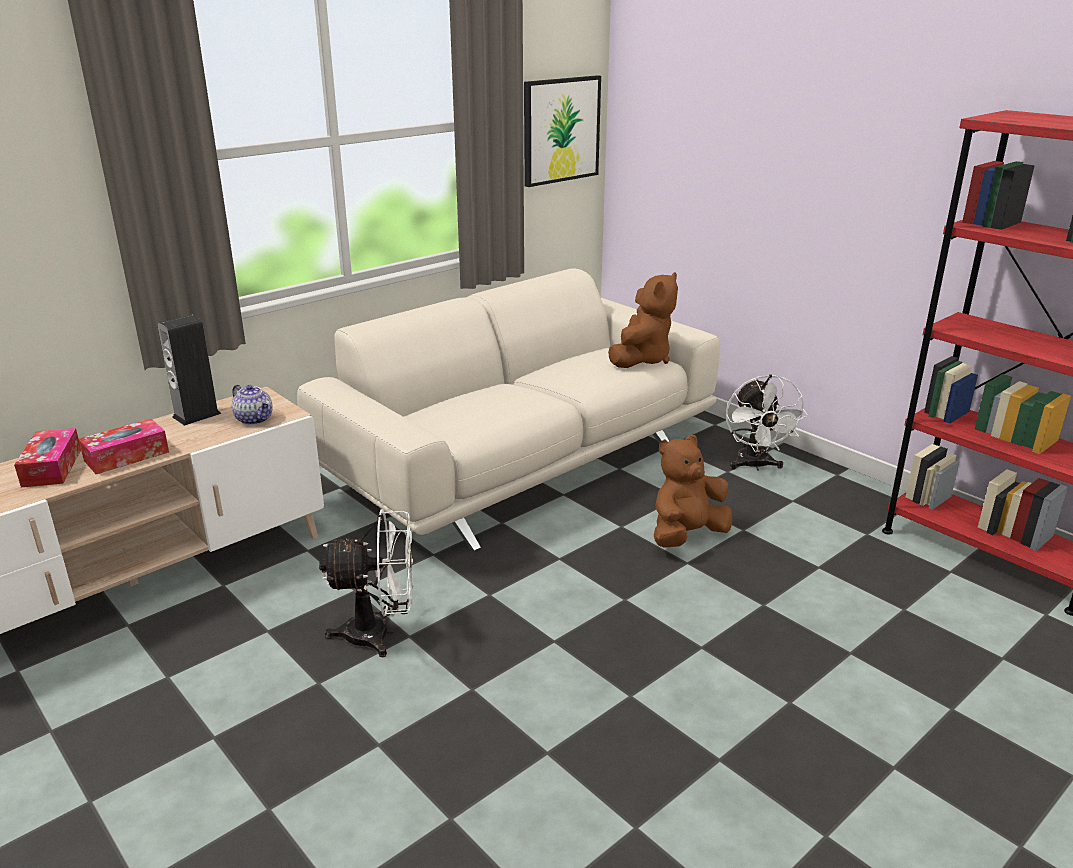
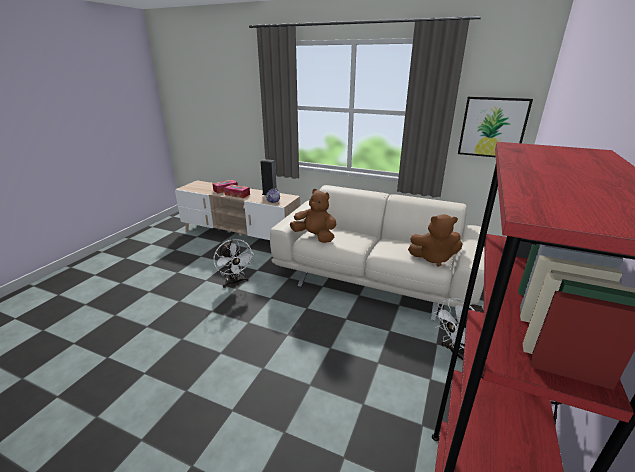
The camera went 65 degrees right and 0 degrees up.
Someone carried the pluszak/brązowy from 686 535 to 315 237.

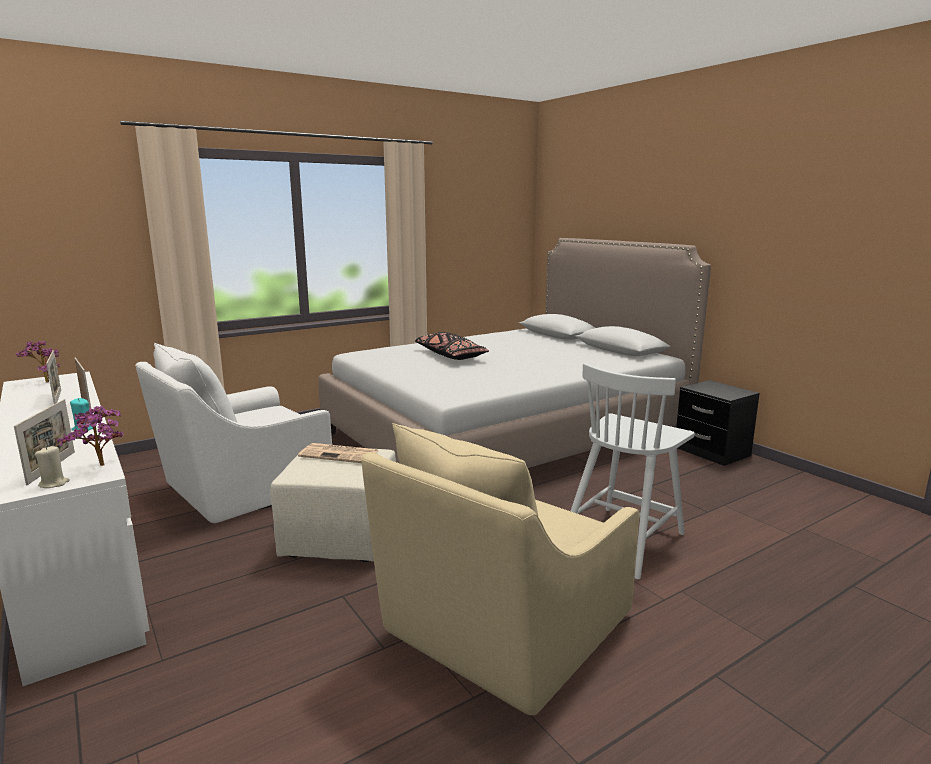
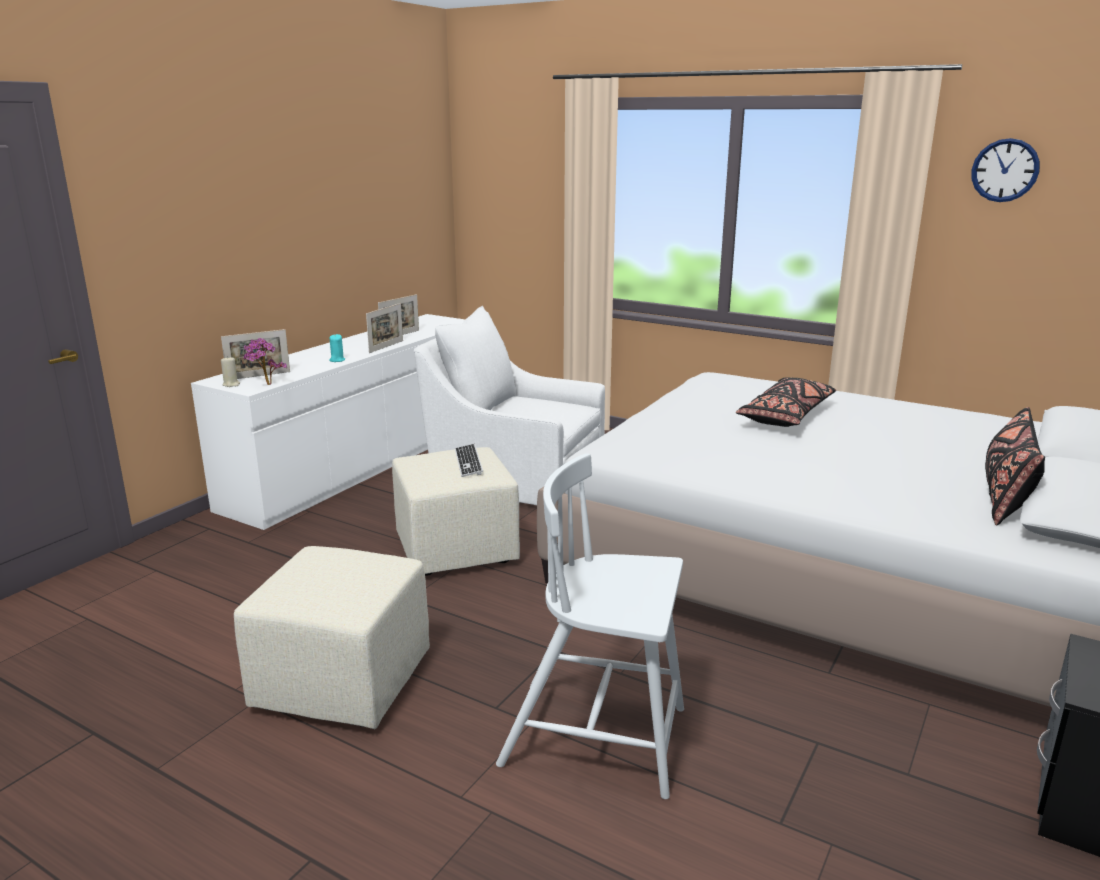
The camera went 65 degrees right and 5 degrees up.
Someone took away the roślina doniczkowa at 44 382.
Someone swapped the gazeta at 340 454 for the klawiatura at 468 462.
Someone swapped the fotel/beżowy at 501 629 for the pufa/beżowy at 343 681.
Someone put up the zegar ścienny at 1005 170.
Someone put down the poduszka/czarny at 1005 495.

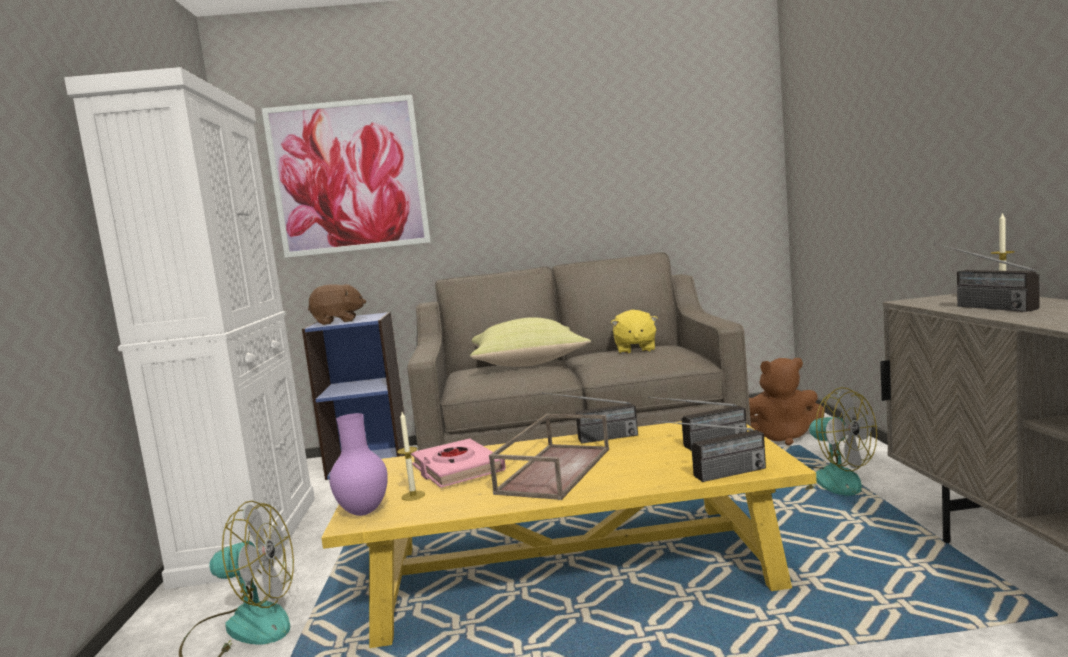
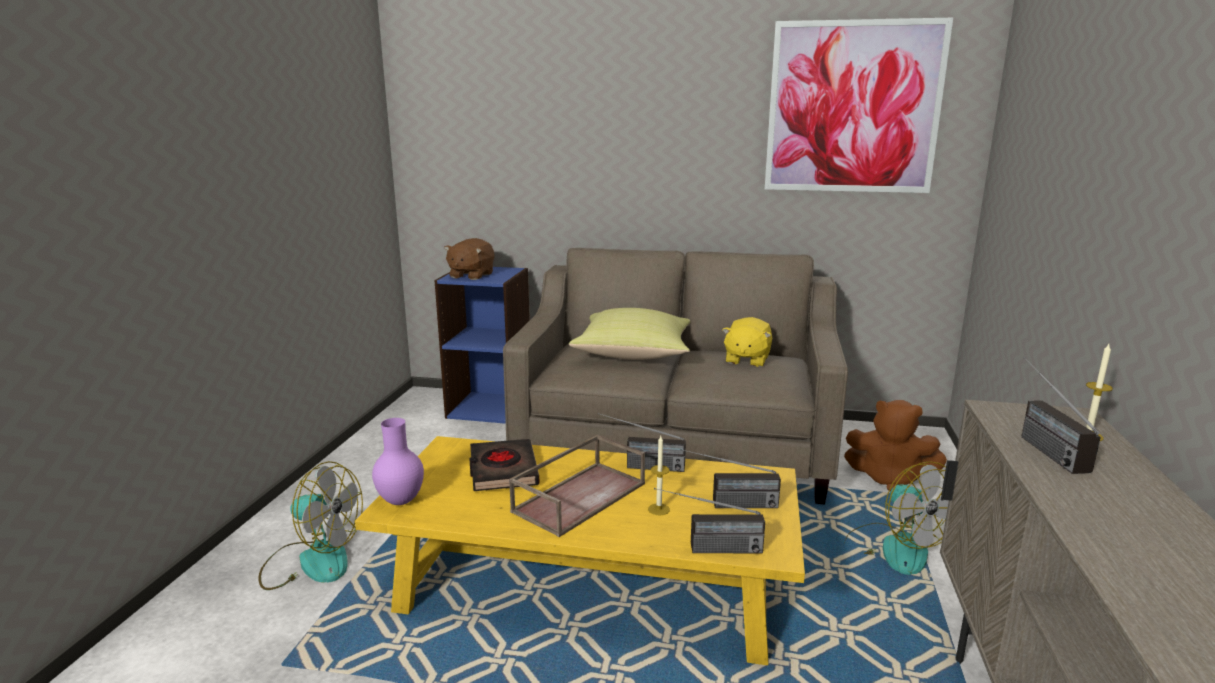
The camera went 15 degrees right and 10 degrees up.
Someone took away the szafka/biały at 250 537.
Someone carried the obraz from 348 177 to 853 108.
Someone rotated the pluszak/brązowy at 338 322 by 105 degrees clockwise.
Someone carried the świeca from 413 496 to 658 509.
Someone repainted the książka/różowy at 457 469, which became the książka/czarny at 503 470.

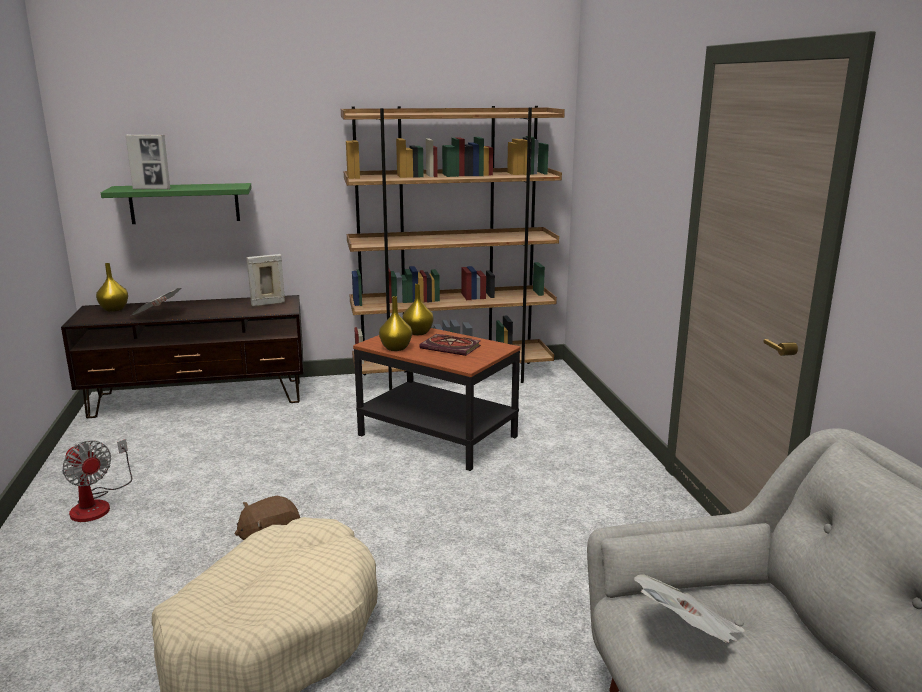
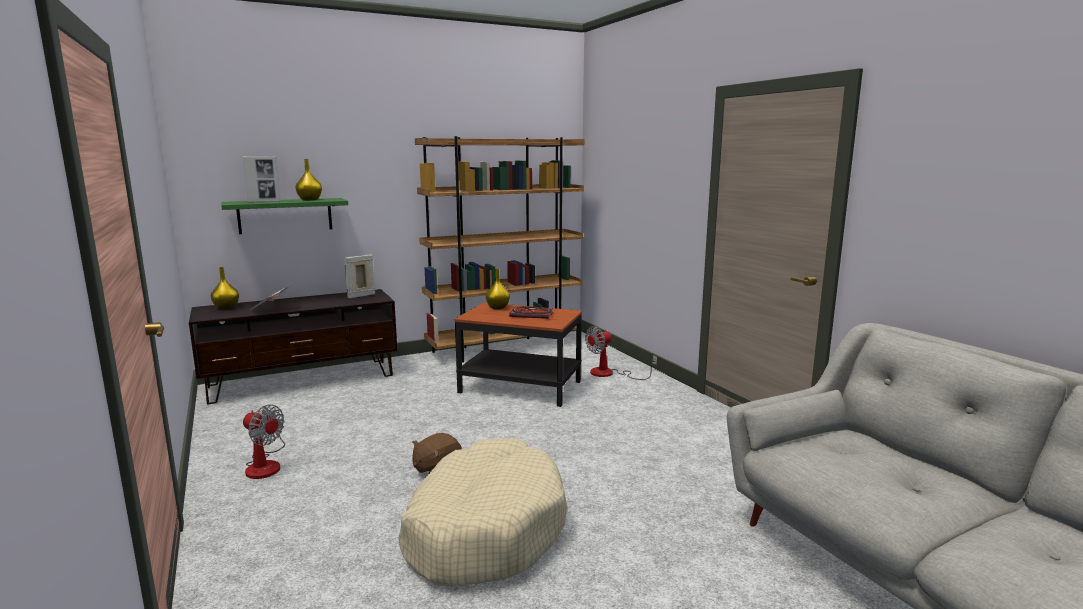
The camera went 15 degrees left and 5 degrees down.
Someone carried the wazon/żółty from 396 348 to 310 200.
Someone took away the gazeta at 688 633.
Someone put down the wentylator at 610 374.

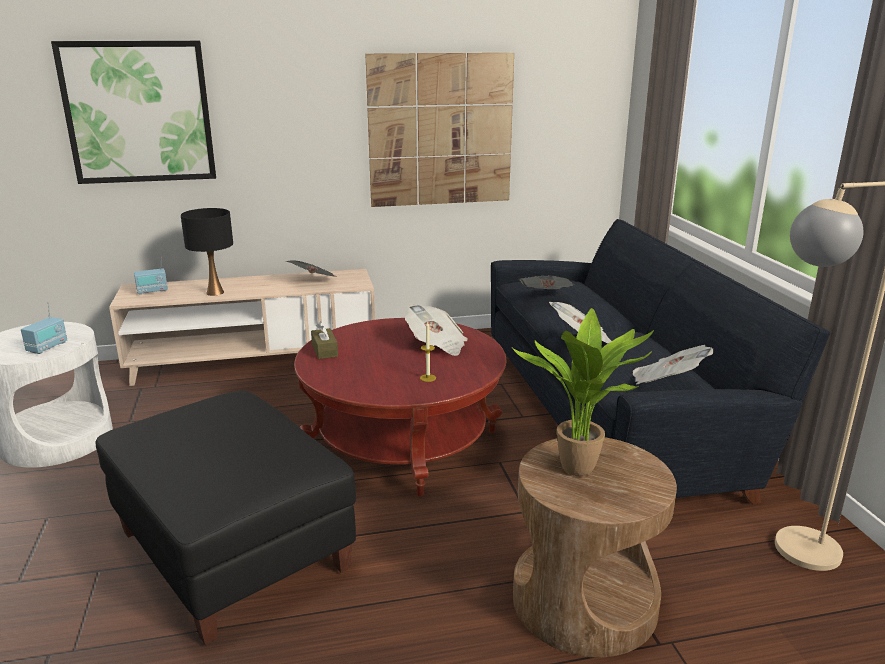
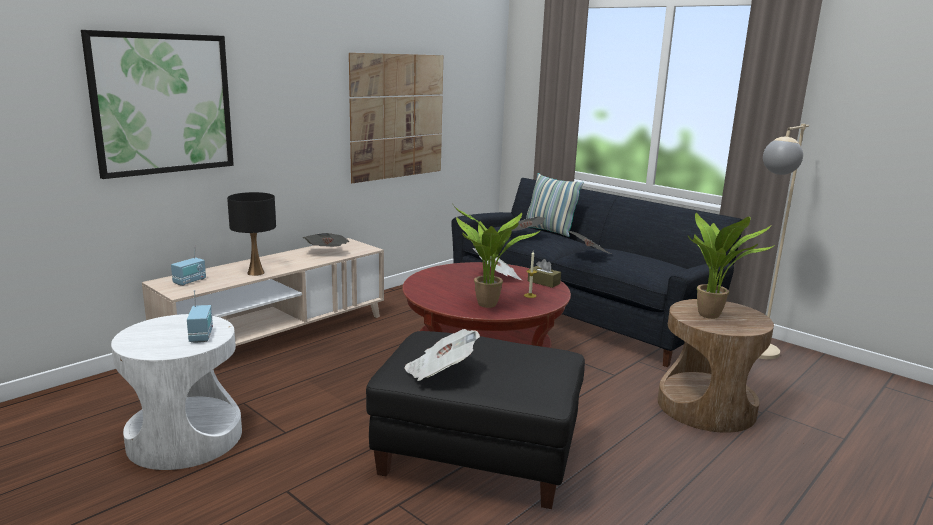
The camera went 35 degrees left and 5 degrees down.
Someone carried the pudełko chusteczek/brązowy from 324 350 to 543 282.
Someone carried the gazeta from 666 382 to 440 372.
Someone put down the roślina doniczkowa at 487 306.
Someone put down the poduszka at 549 231.

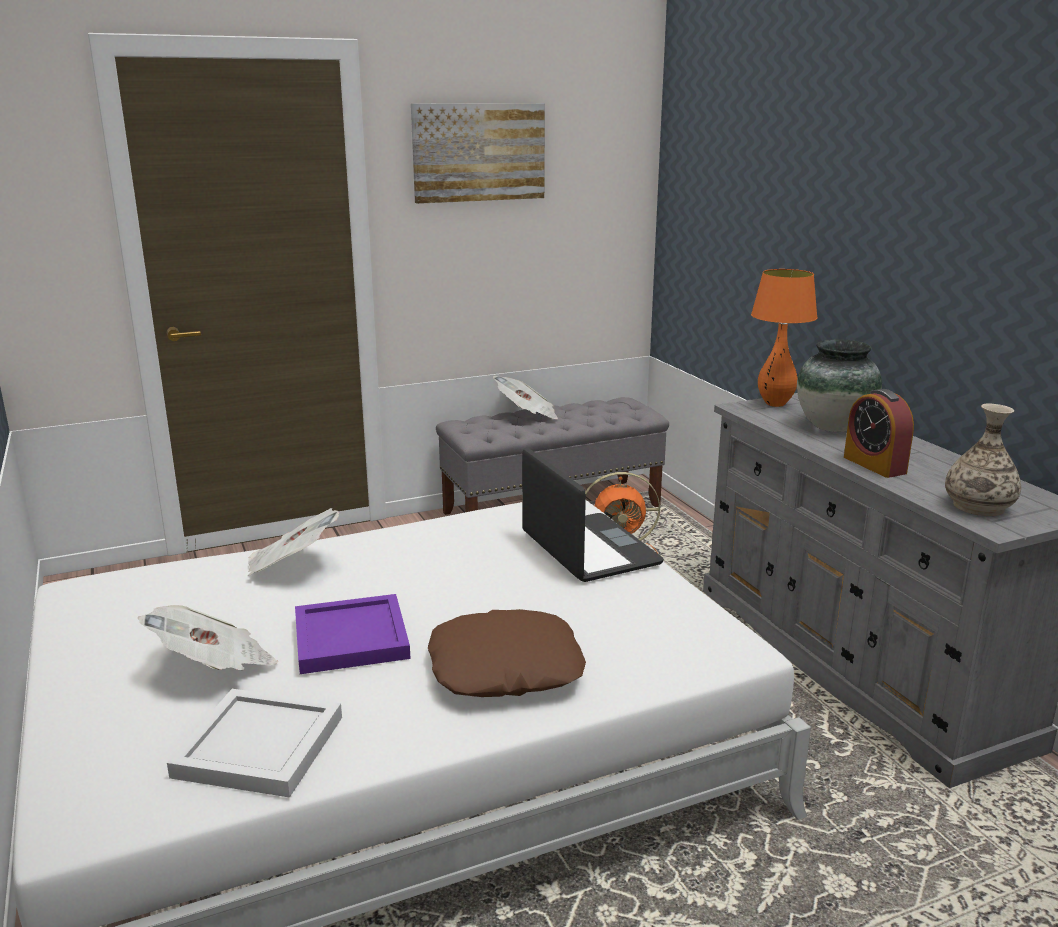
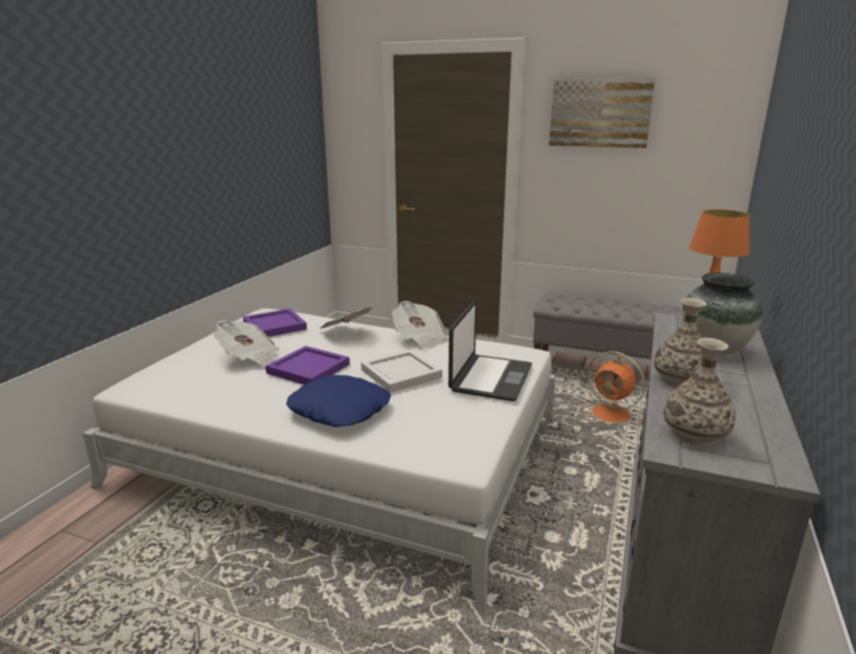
The camera went 45 degrees right and 0 degrees up.
Someone carried the taca/biały from 256 747 to 399 373.
Someone repainted the poduszka/brązowy at 505 667, which became the poduszka/niebieski at 340 409.
Someone carried the gazeta from 527 414 to 419 339.
Someone swapped the budzik at 874 465 for the wazon at 680 380.
Someone put down the taca/fioletowy at 273 326.

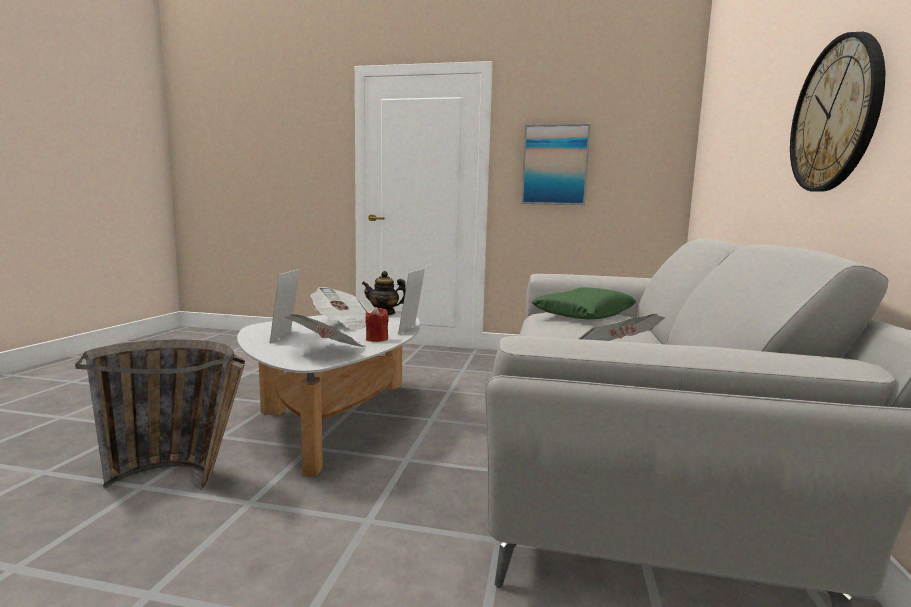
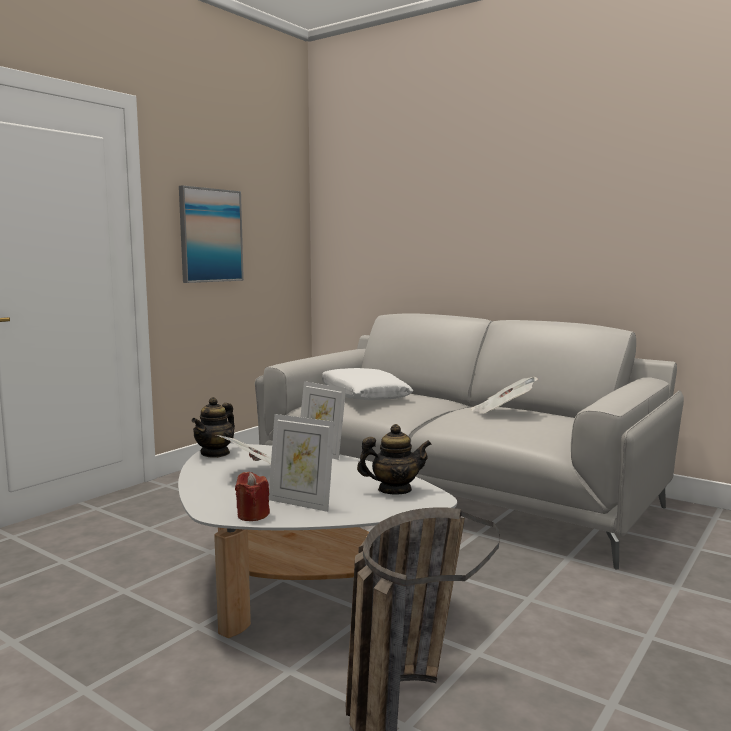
The camera went 65 degrees left and 0 degrees up.
Someone swapped the gazeta at 328 352 for the imbryk at 394 490.
Someone carried the świeca/czerwony from 377 339 to 252 515.
Someone repainted the poduszka/zielony at 584 315, which became the poduszka/biały at 363 396.
Someone took away the zegar ścienny at 835 115.

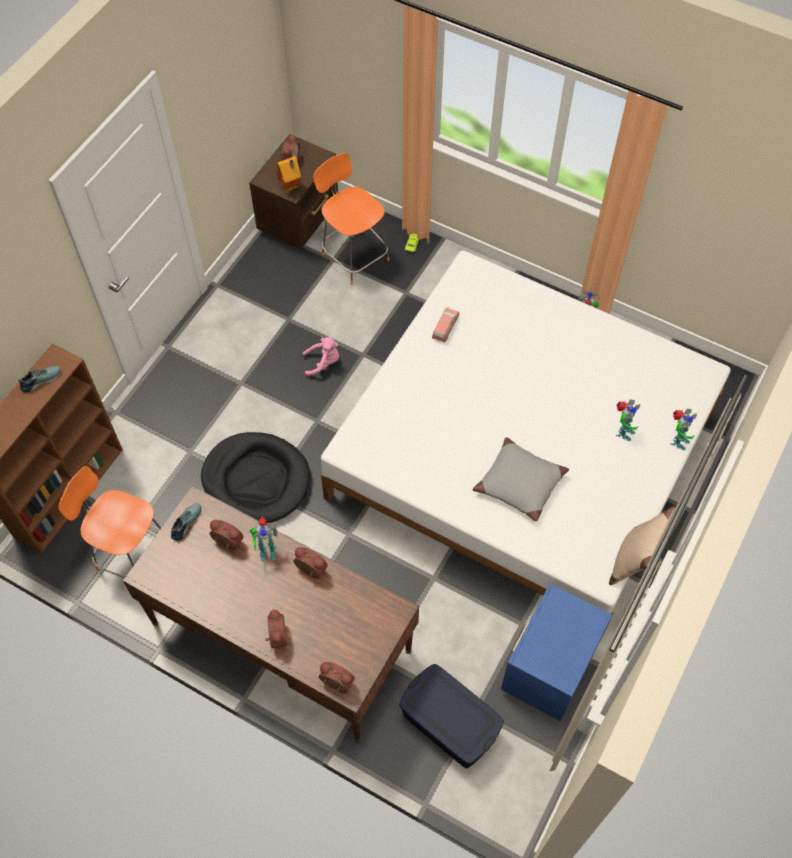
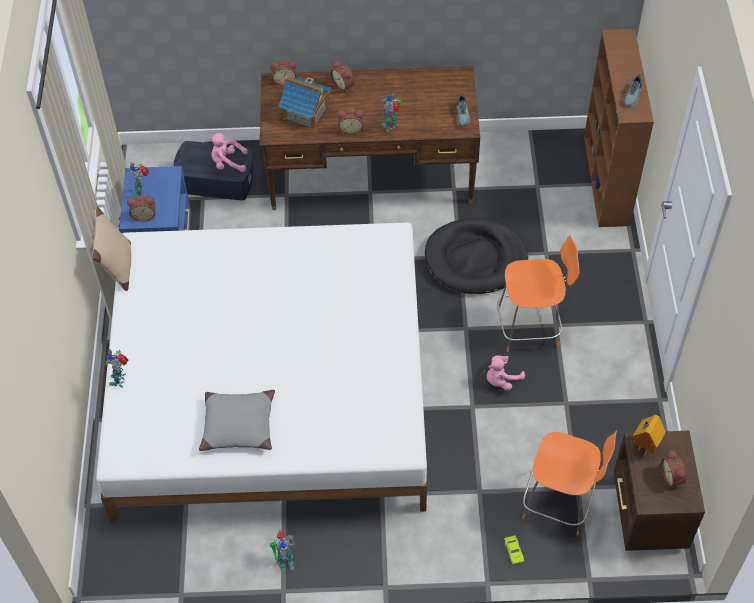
The camera went 150 degrees right and 5 degrees down.
Someone carried the stołek/pomarańczowy from 132 555 to 530 326.
Someone carried the budzik from 227 543 to 144 215.
Someone took away the samochodzik/różowy at 445 327.
Someone carried the poduszka/szary from 519 484 to 238 425.
Someone carried the robot zabawkowy from 623 432 to 141 193.
Someone put down the pluszak/różowy at 228 162.
Someone put down the domek at 306 112.

